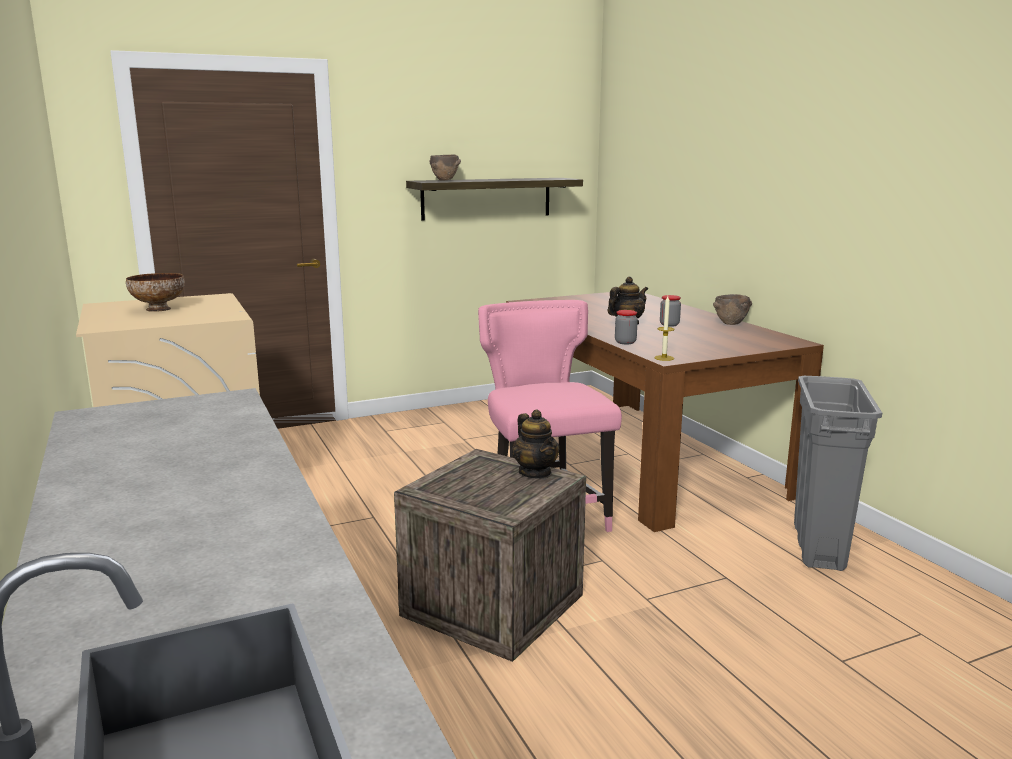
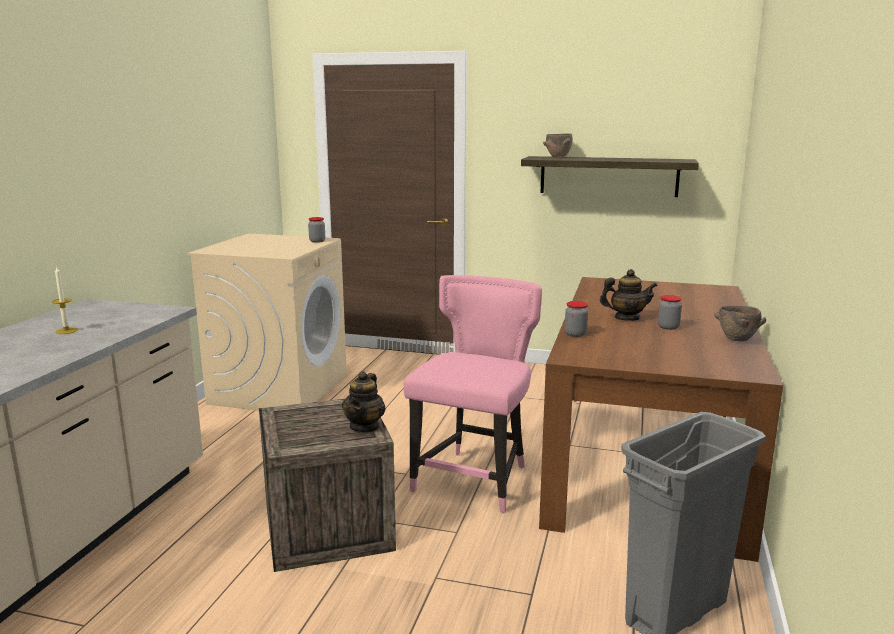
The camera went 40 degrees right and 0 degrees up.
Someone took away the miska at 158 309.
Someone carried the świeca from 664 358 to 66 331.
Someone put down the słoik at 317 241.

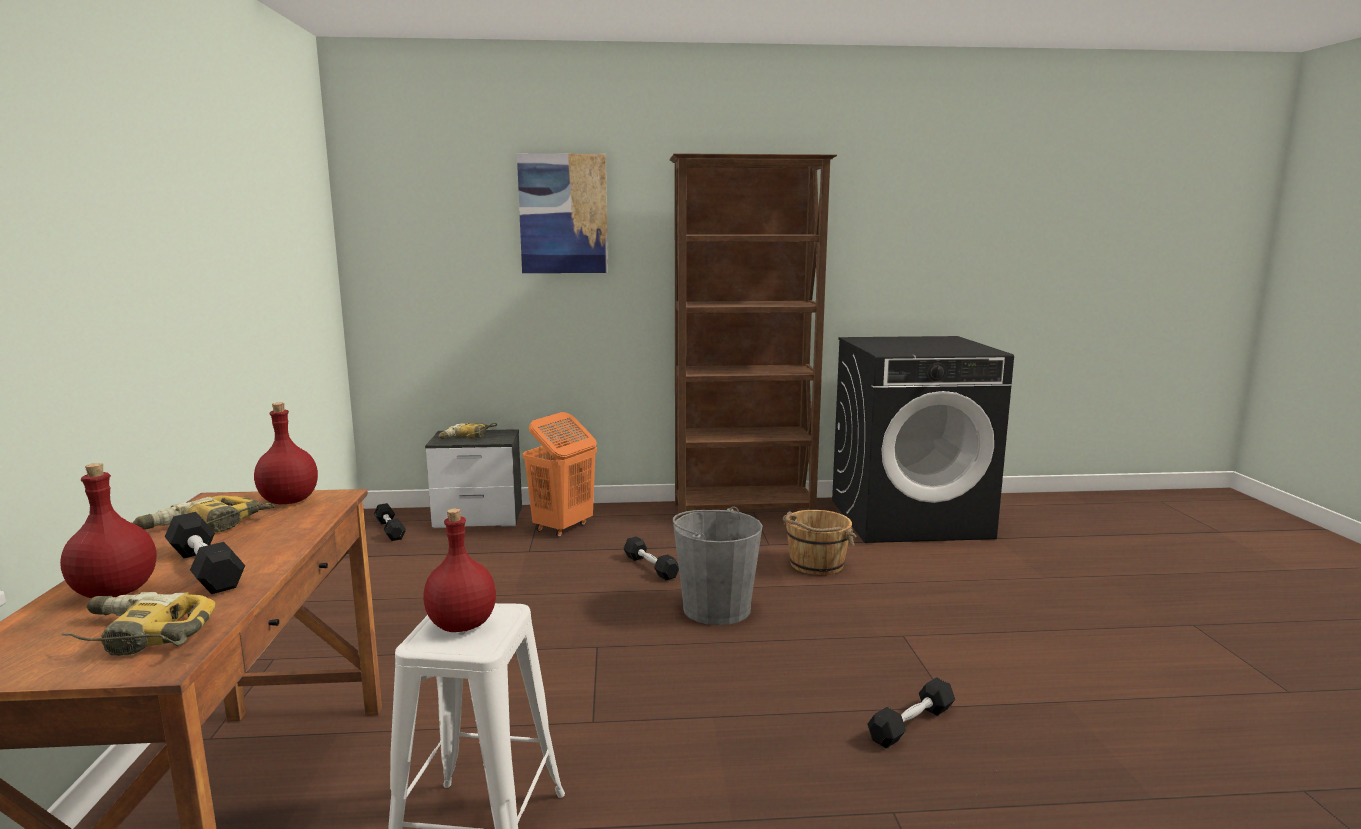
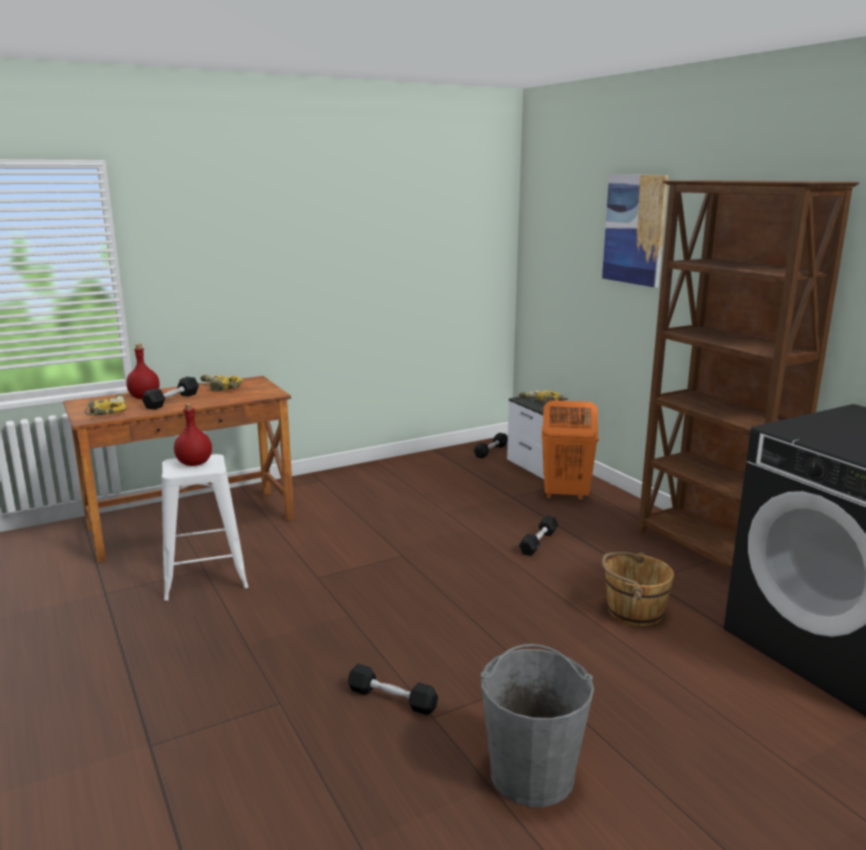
The camera went 65 degrees right and 5 degrees up.
Someone took away the butelka/czerwony at 288 501.
Someone carried the wiadro/szary from 716 608 to 532 773.

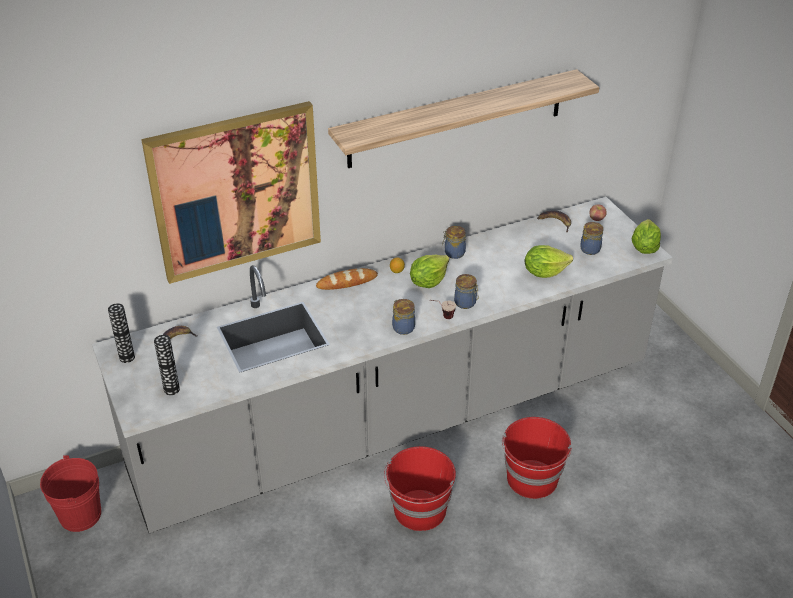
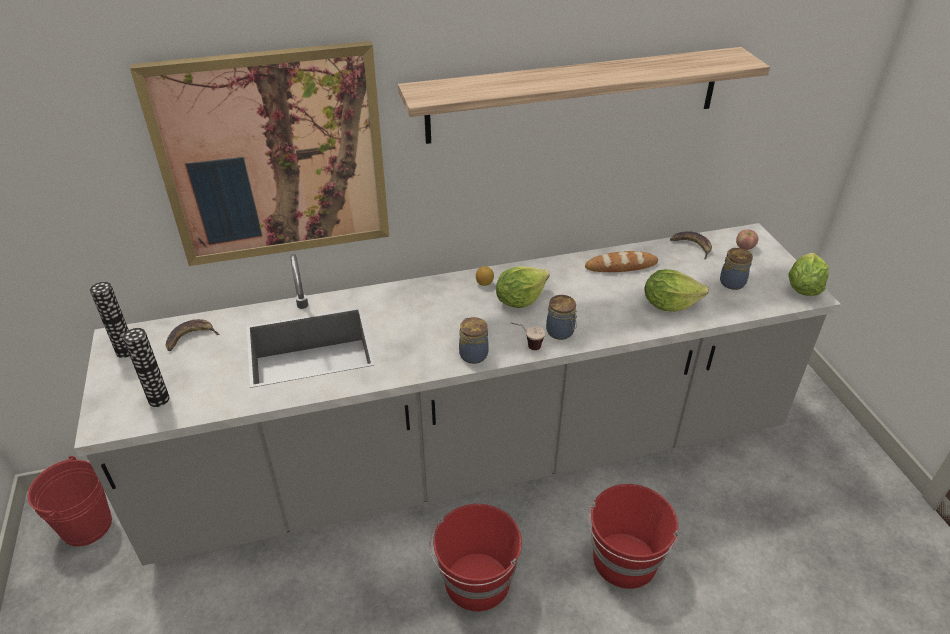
The camera went 10 degrees right and 0 degrees up.
Someone carried the chleb from 347 282 to 621 266.
Someone took away the słoik at 453 253.

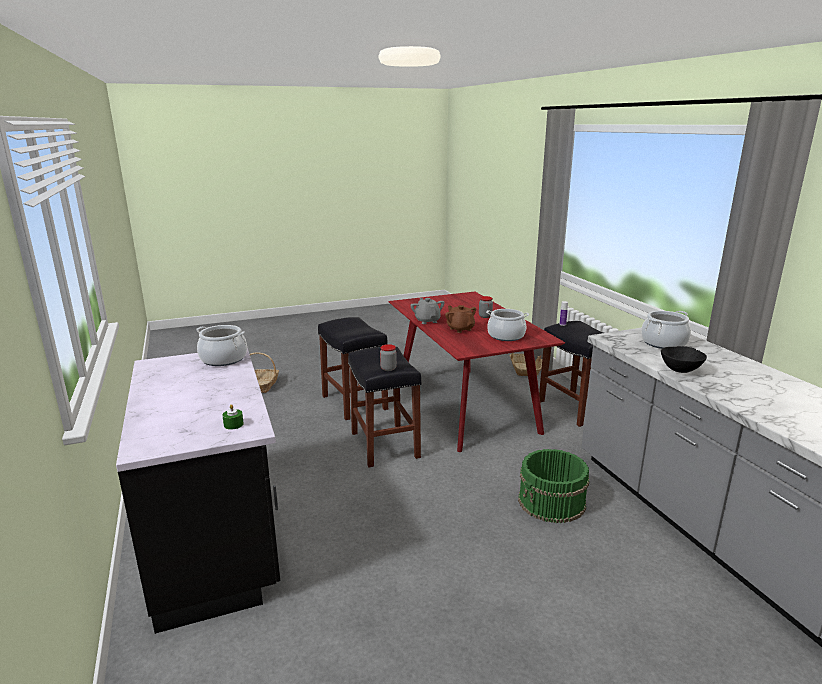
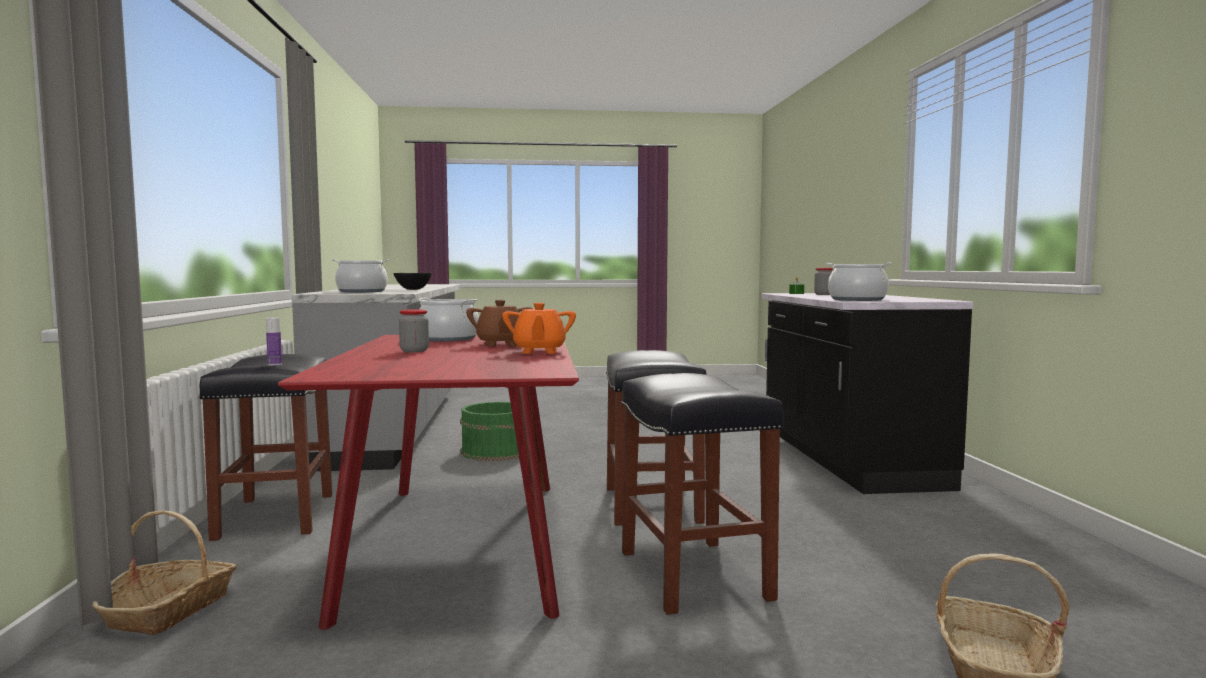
The camera went 165 degrees left and 15 degrees down.
Someone carried the słoik from 388 368 to 823 294.
Someone repainted the imbryk/szary at 427 321, which became the imbryk/pomarańczowy at 539 351.

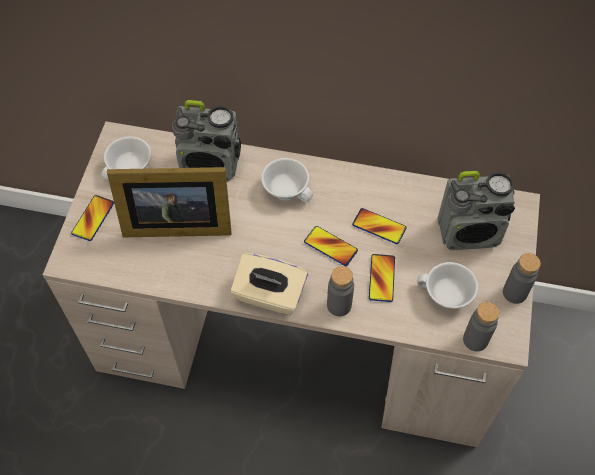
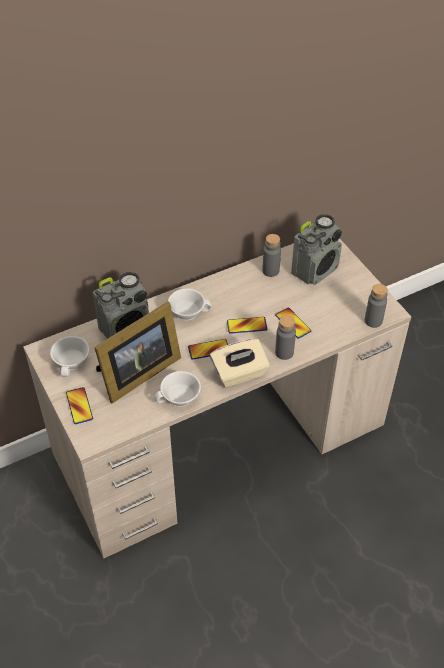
The camera went 40 degrees left and 10 degrees down.
Someone carried the telefon from 379 226 to 208 350.
Someone carried the filiżanka/biały from 446 296 to 180 399.
Someone carried the butelka/szary from 514 292 to 270 271.

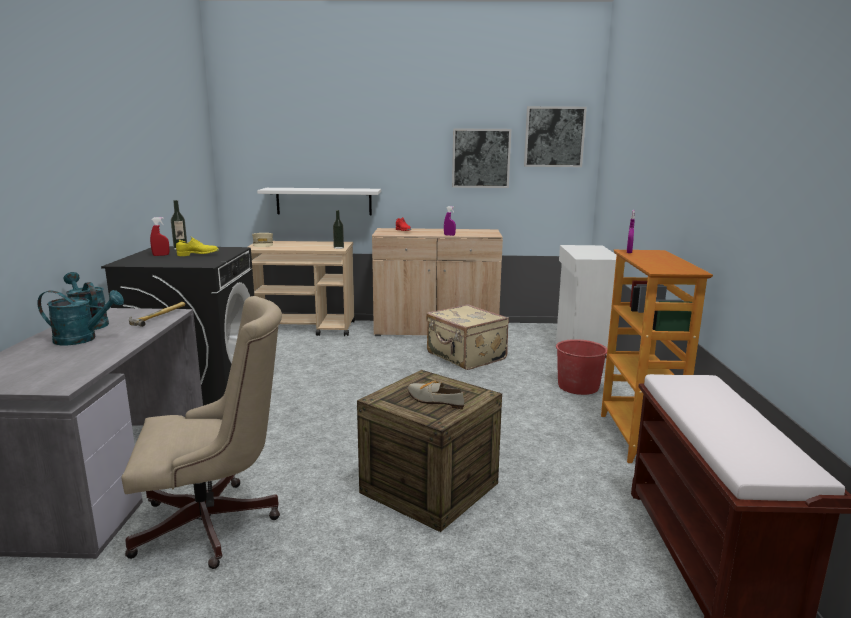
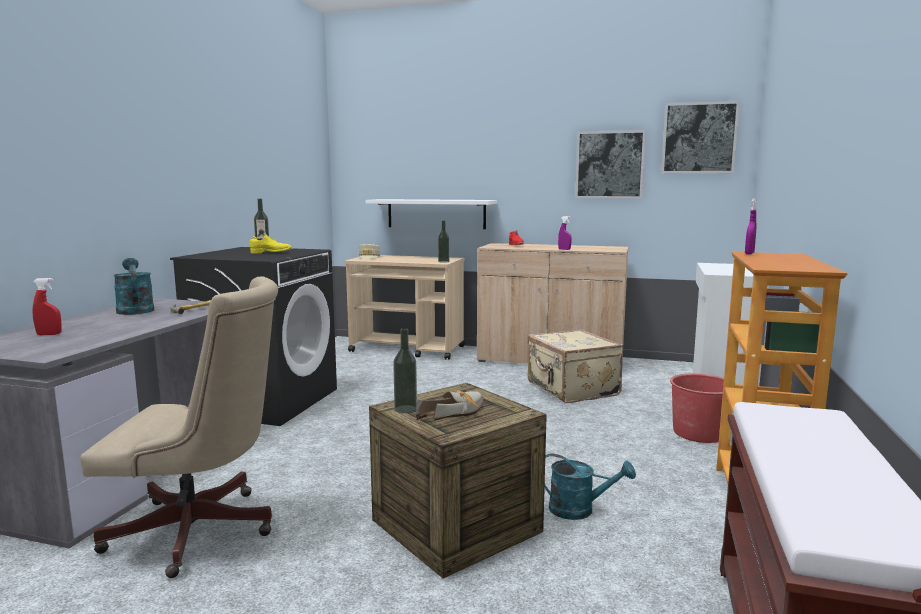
The camera went 15 degrees right and 5 degrees down.
Someone carried the konewka/turkusowy from 82 339 to 579 510.
Someone carried the spryskiwacz/czerwony from 161 255 to 49 334.
Someone rotated the but at 433 400 by 90 degrees clockwise.
Someone put down the butelka at 405 409.

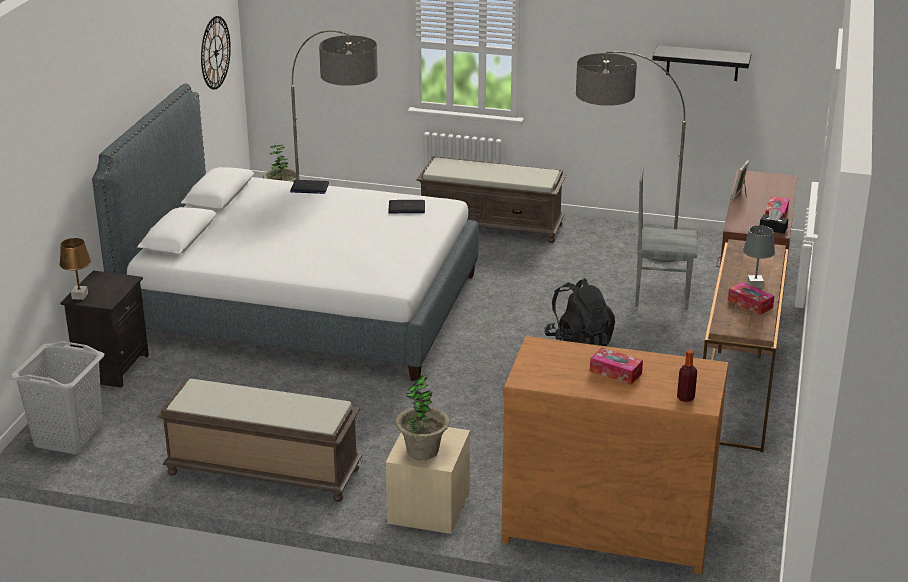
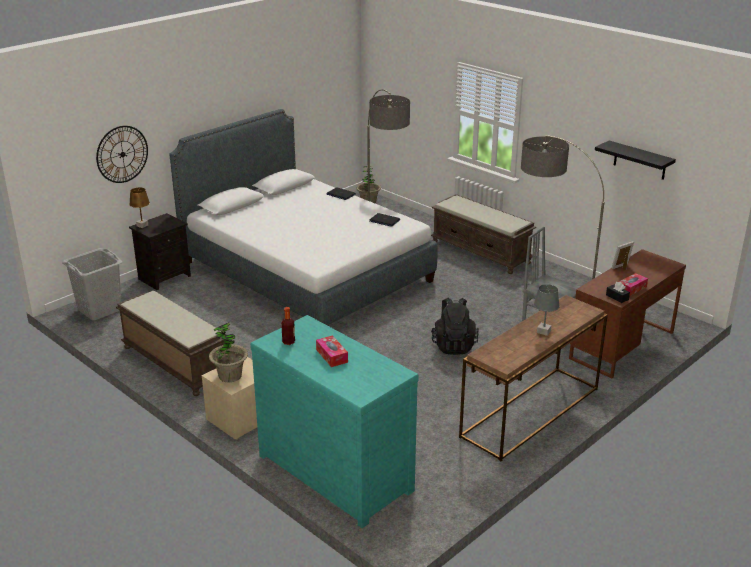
The camera went 30 degrees right and 0 degrees up.
Someone carried the zegar ścienny from 215 52 to 122 154.
Someone repainted the komoda/brązowy at 607 525, which became the komoda/turkusowy at 337 471.
Someone carried the butelka from 685 398 to 288 342.
Someone took away the pudełko chusteczek at 750 304.

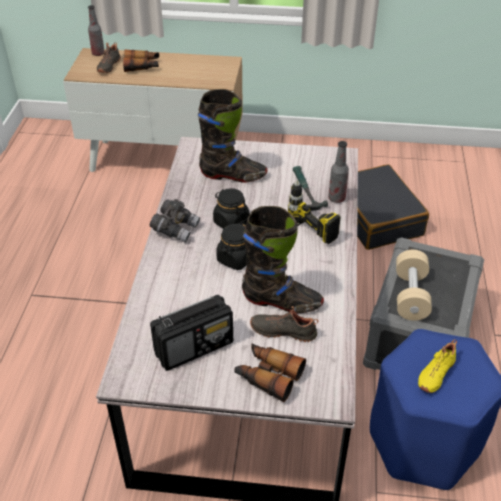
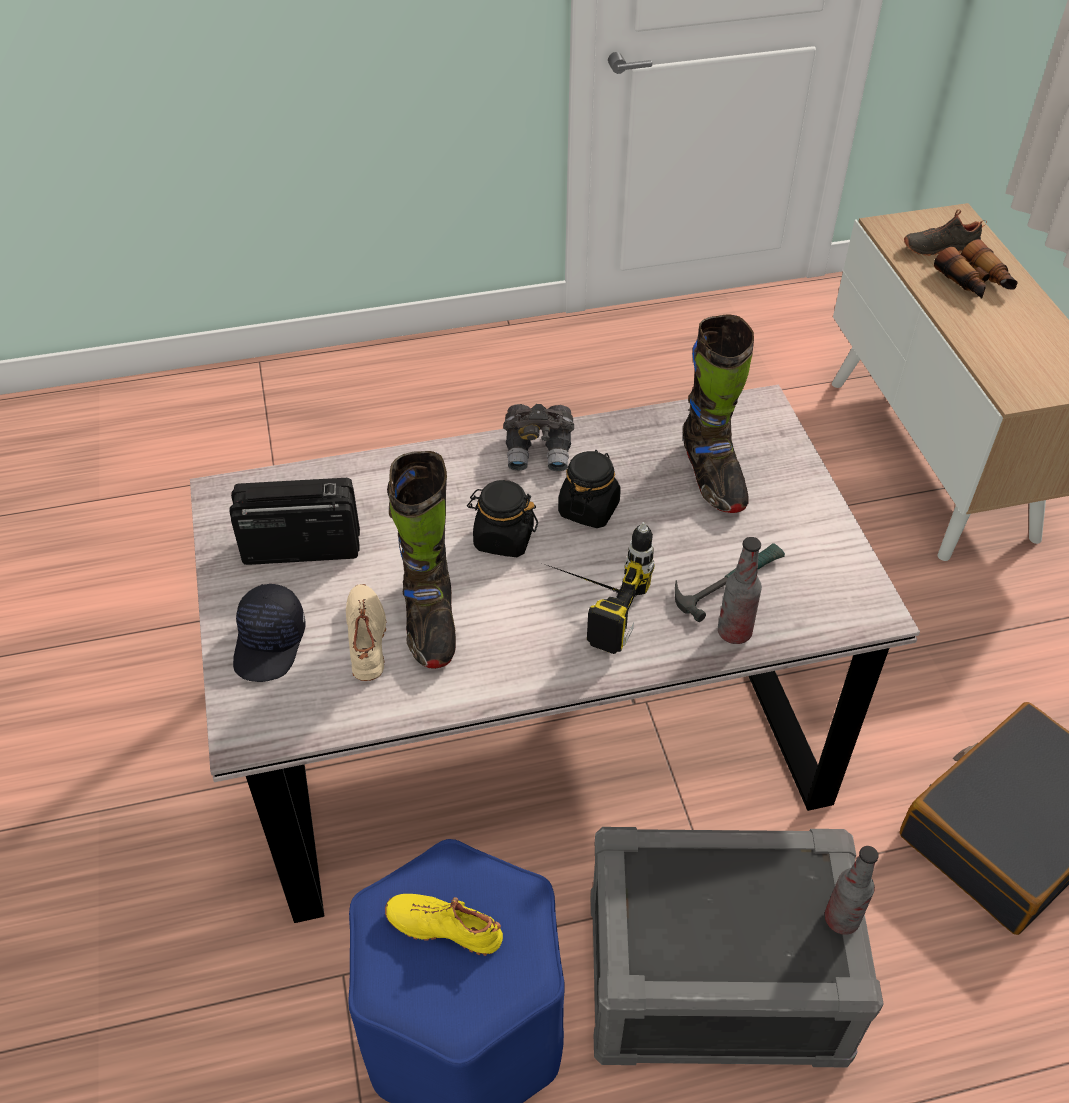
The camera went 70 degrees right and 5 degrees up.
Someone carried the butelka from 98 53 to 841 919.
Someone rotated the radio at 195 347 by 135 degrees clockwise.
Someone swapped the lornetka at 268 376 for the czapka z daszkiem/czarny at 271 643.
Someone repainted the but/czarny at 283 330, which became the but/beżowy at 368 638.
Someone took away the hantel/beżowy at 410 295.

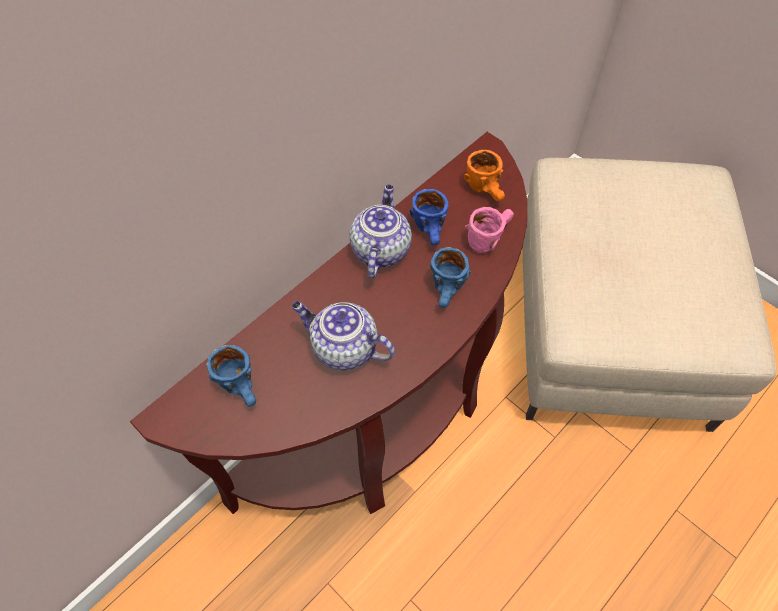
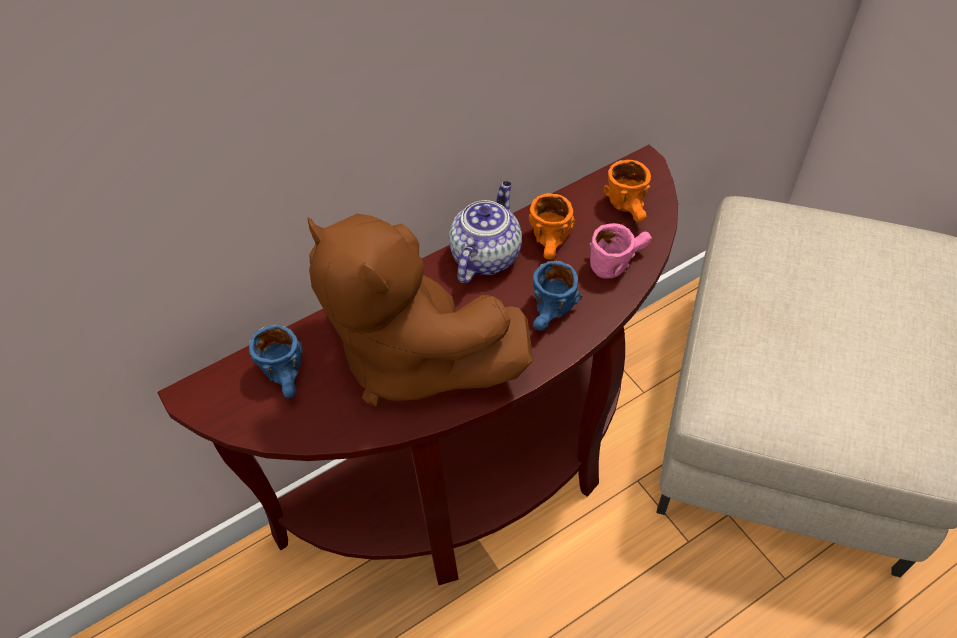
The camera went 15 degrees right and 5 degrees down.
Someone swapped the imbryk at 343 348 for the pluszak/brązowy at 412 356.
Someone repainted the kubek/niebieski at 432 231, which became the kubek/pomarańczowy at 552 245.

